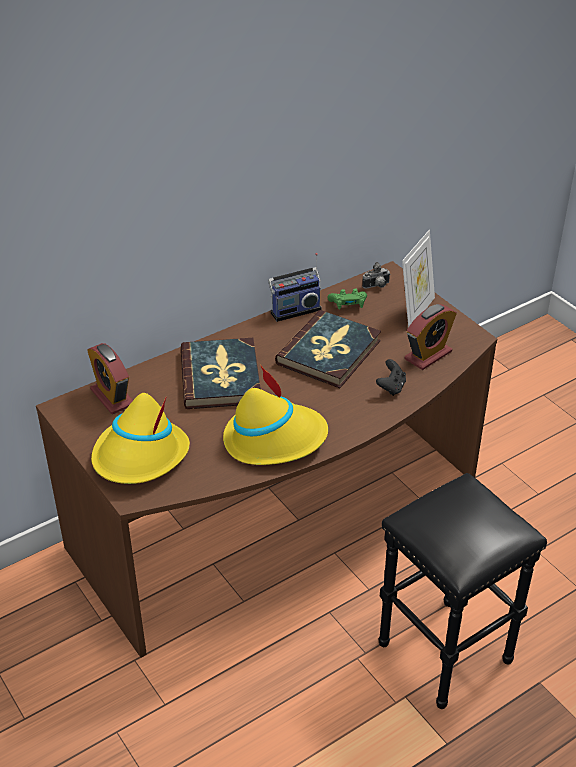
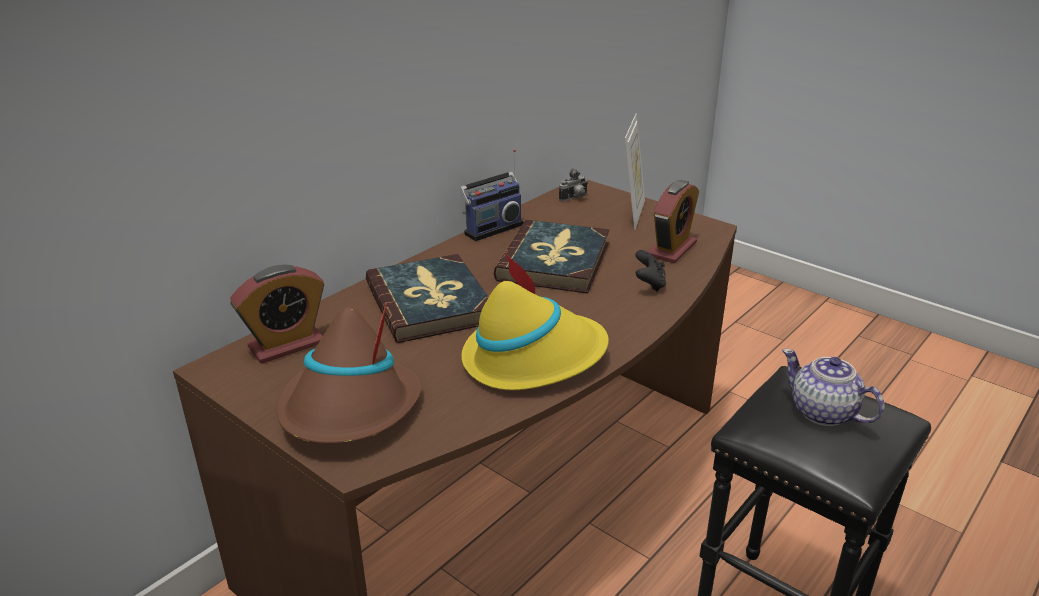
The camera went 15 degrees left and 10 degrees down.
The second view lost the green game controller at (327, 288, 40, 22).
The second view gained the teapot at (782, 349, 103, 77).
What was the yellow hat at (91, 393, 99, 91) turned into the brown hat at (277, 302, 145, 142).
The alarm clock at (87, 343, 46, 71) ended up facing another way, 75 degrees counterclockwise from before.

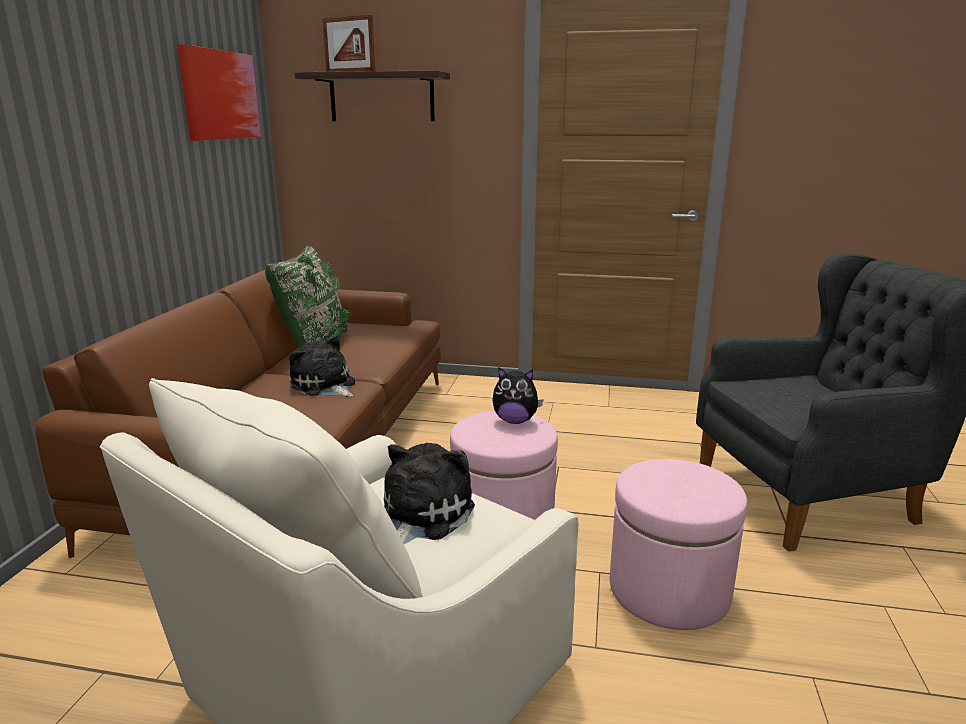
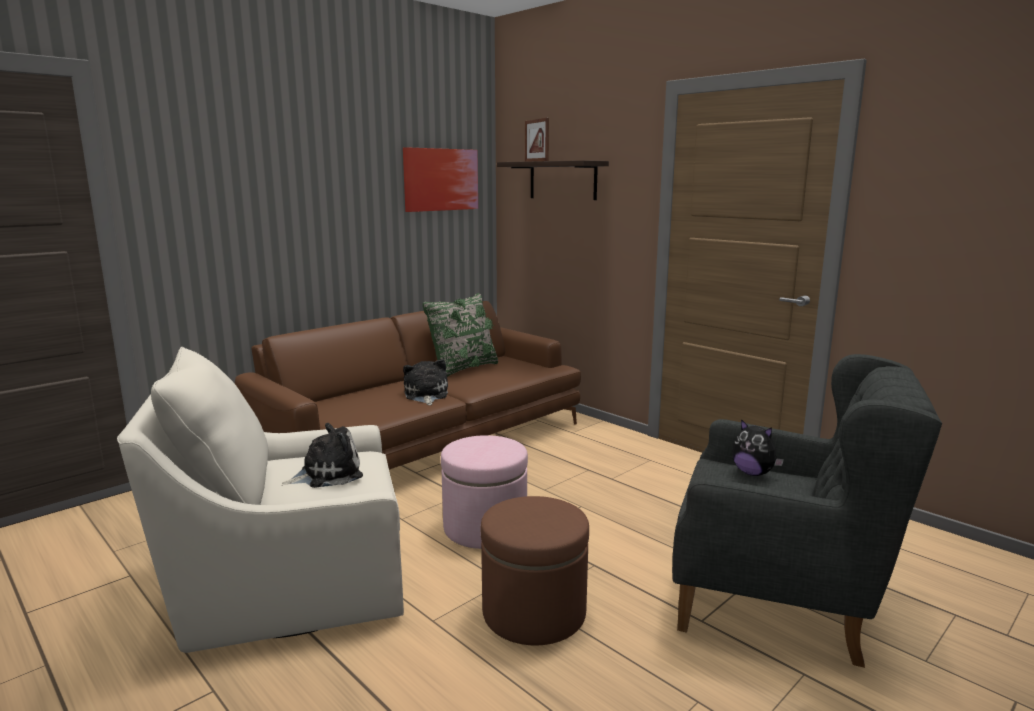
The camera went 35 degrees right and 5 degrees down.
The plush toy ended up elsewhere, having gone from (492, 367, 52, 57) to (732, 419, 52, 57).
What was the pink ottoman at (610, 459, 137, 171) turned into the brown ottoman at (481, 496, 108, 149).

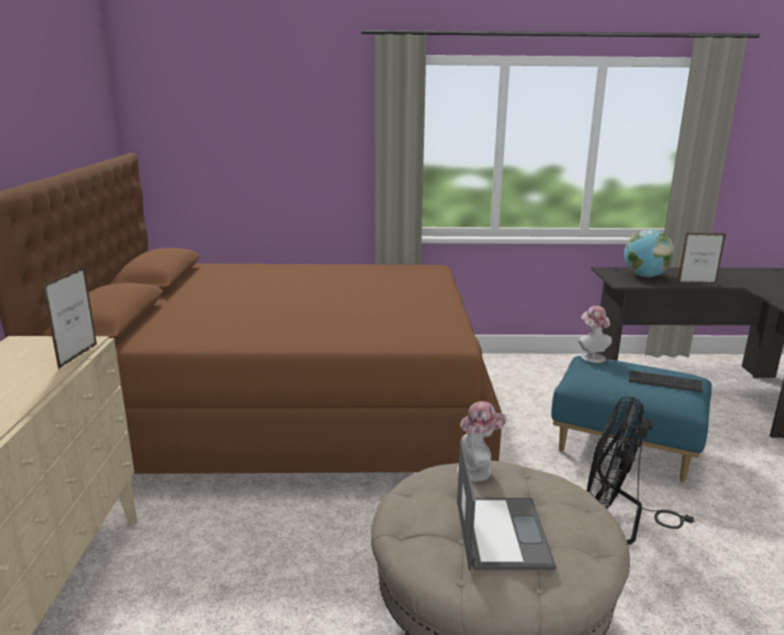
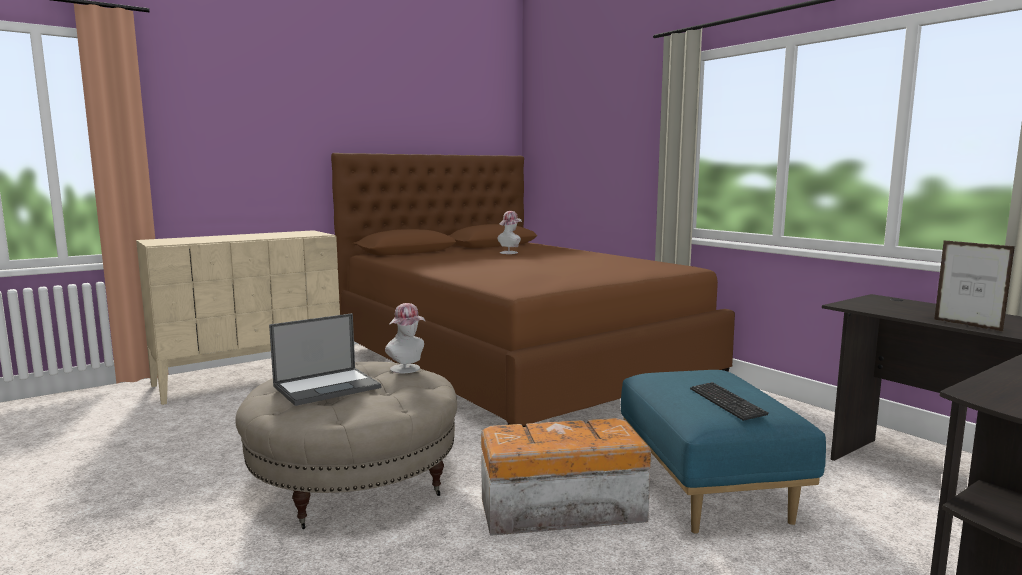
The camera went 55 degrees right and 10 degrees down.
The second view lost the picture frame at (42, 266, 55, 103).
The second view lost the globe at (624, 230, 50, 47).
The hat ended up elsewhere, having gone from (578, 306, 34, 57) to (497, 211, 25, 43).
Where the black fan stood at (587, 396, 109, 149), the storage box came to stand at (481, 418, 170, 118).

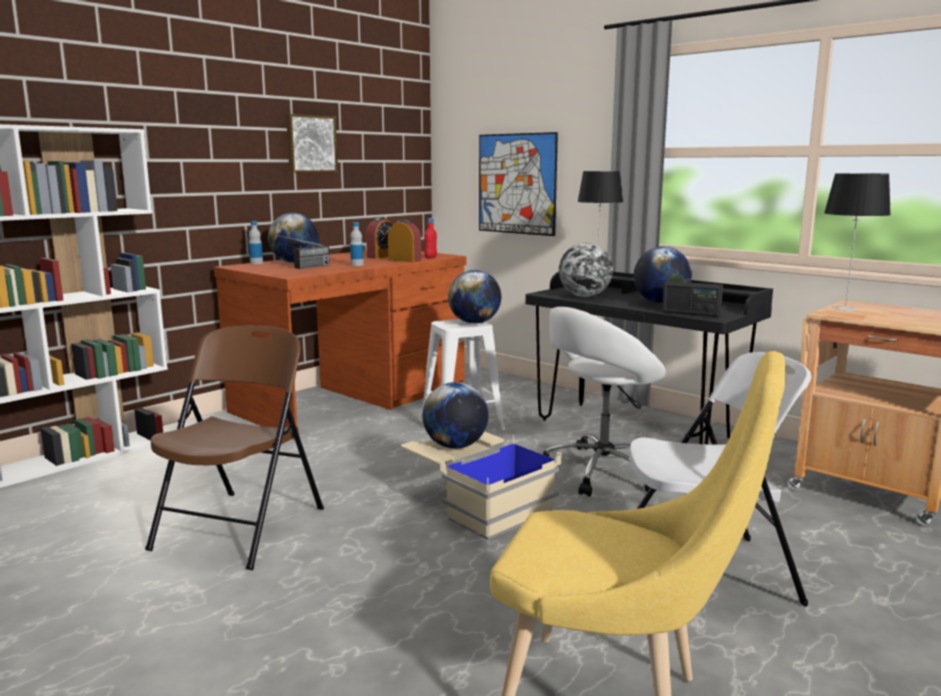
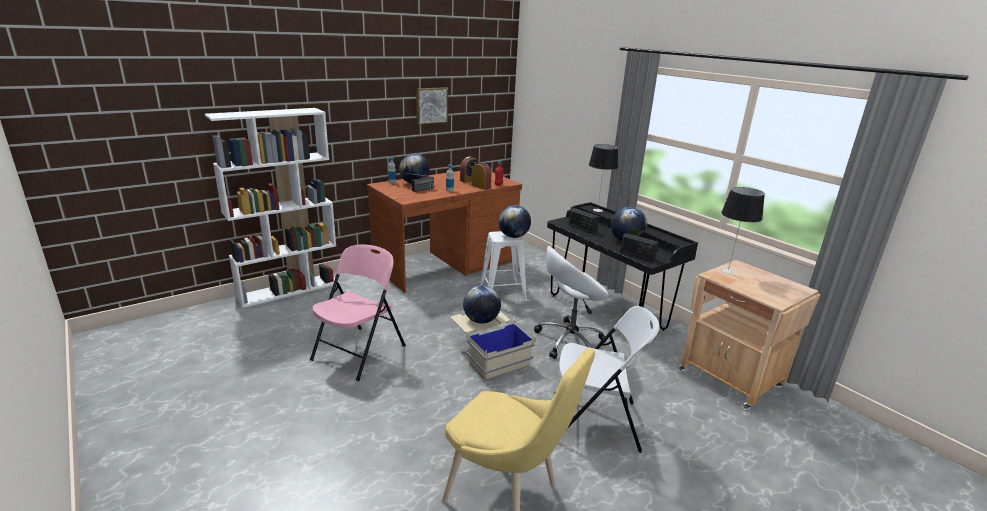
The camera went 10 degrees right and 10 degrees up.
The second view lost the picture at (479, 132, 79, 104).
Where the globe stood at (559, 243, 54, 54), the radio came to stand at (569, 208, 30, 26).
What was the brown chair at (145, 326, 179, 244) turned into the pink chair at (310, 244, 96, 137).

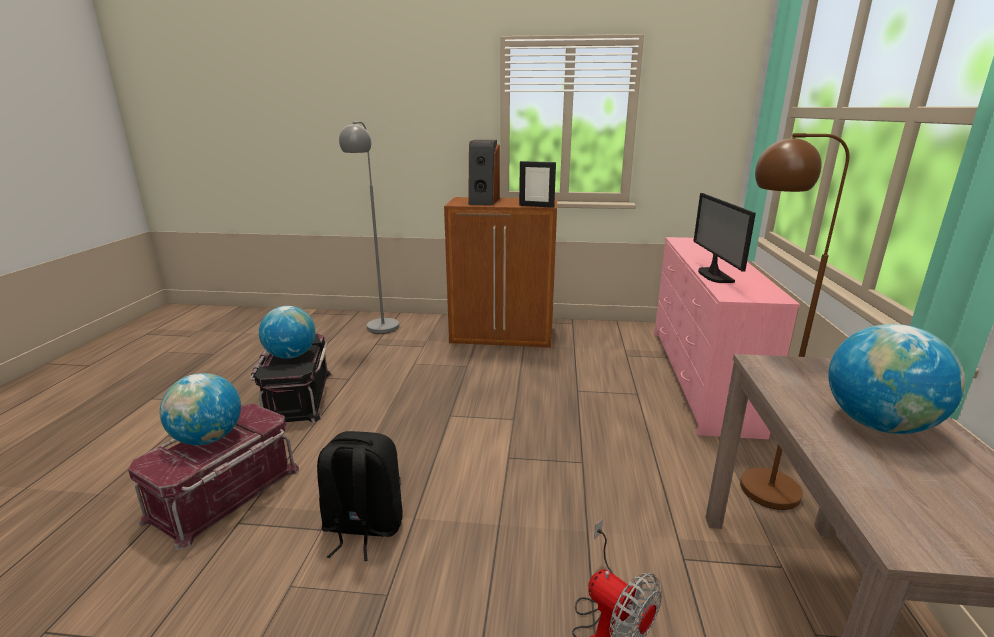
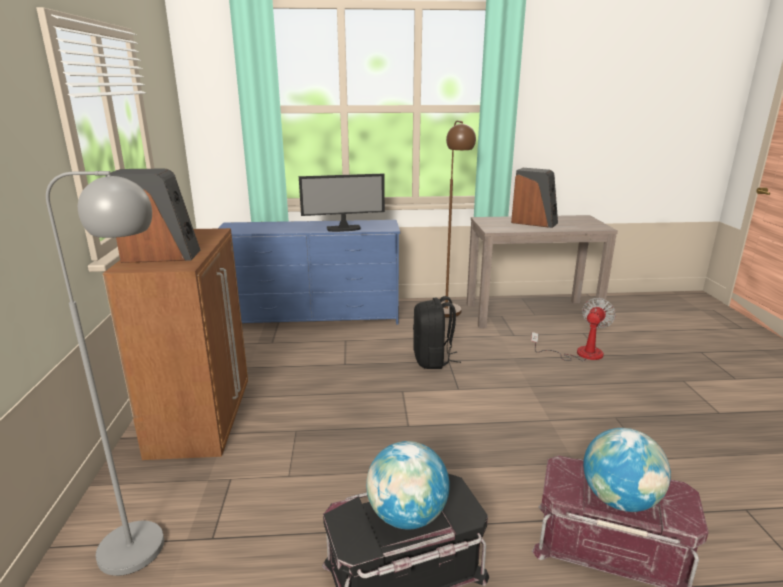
The camera went 100 degrees left and 0 degrees up.
The second view lost the picture frame at (519, 161, 37, 47).
The black backpack ended up elsewhere, having gone from (317, 431, 86, 130) to (413, 296, 48, 73).
Where the globe stood at (829, 324, 136, 110), the speaker came to stand at (511, 168, 47, 60).
What was the pink dresser at (654, 237, 146, 202) turned into the blue dresser at (218, 220, 182, 104).

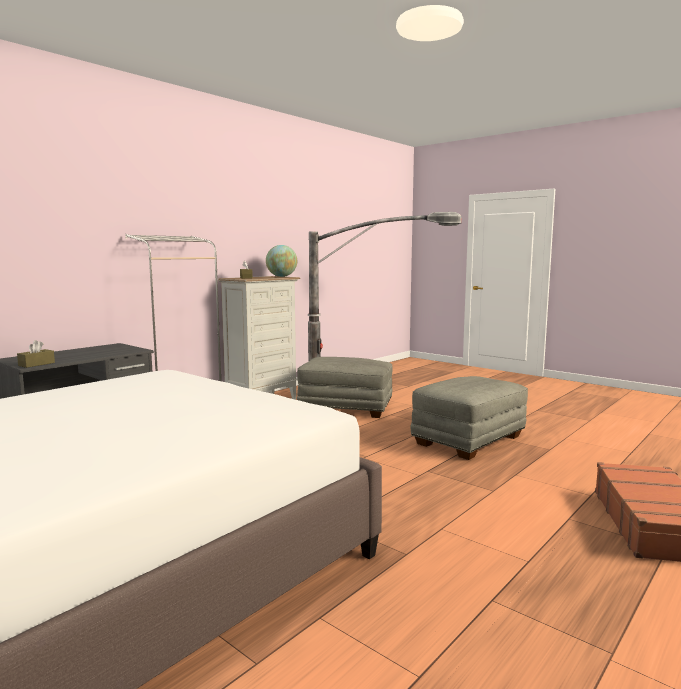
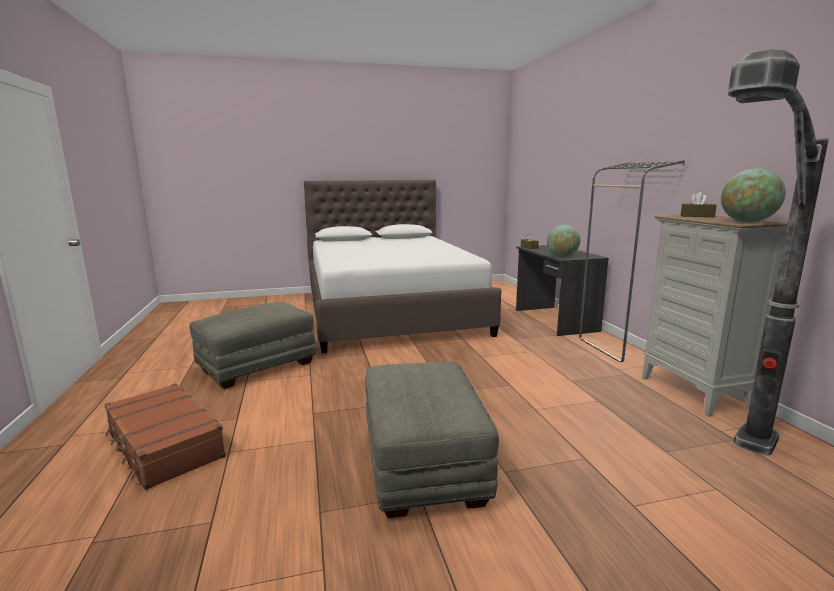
The camera went 125 degrees right and 5 degrees up.
The second view gained the globe at (547, 225, 33, 32).
The grey ottoman ended up elsewhere, having gone from (297, 357, 96, 61) to (189, 302, 127, 87).

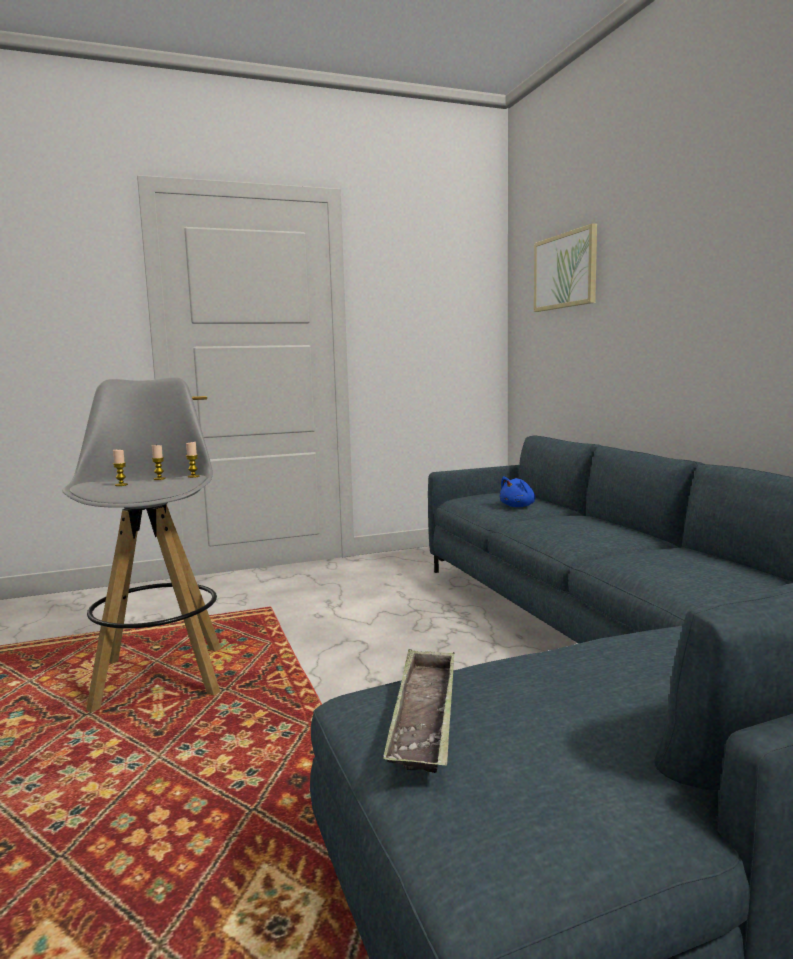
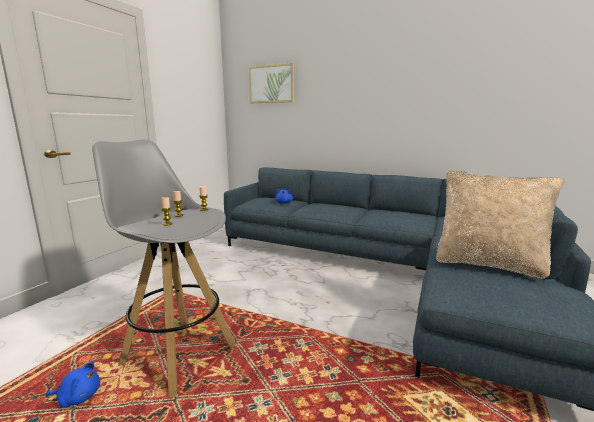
The camera went 45 degrees left and 5 degrees up.
The second view lost the tray at (383, 649, 71, 124).
The second view gained the blue plush toy at (46, 362, 54, 46).
The second view gained the beige pillow at (436, 170, 129, 109).

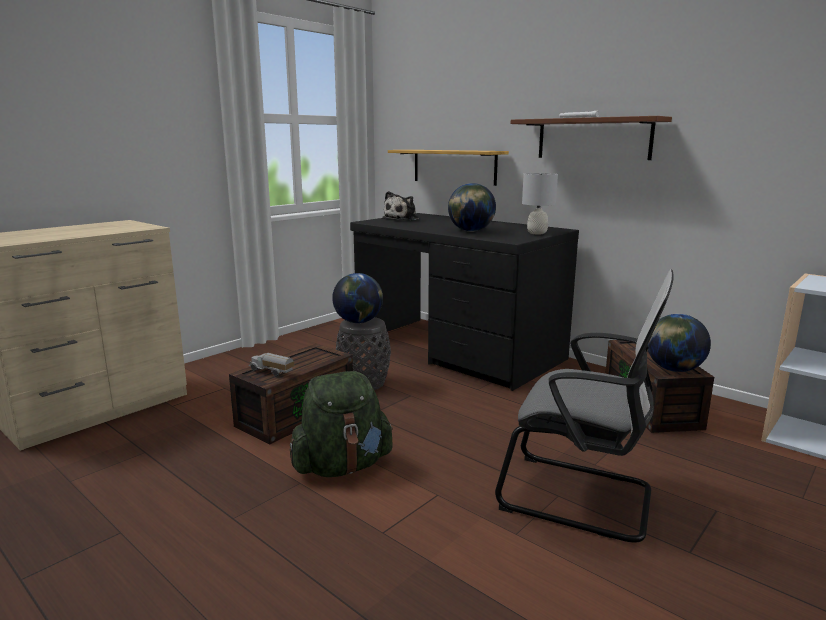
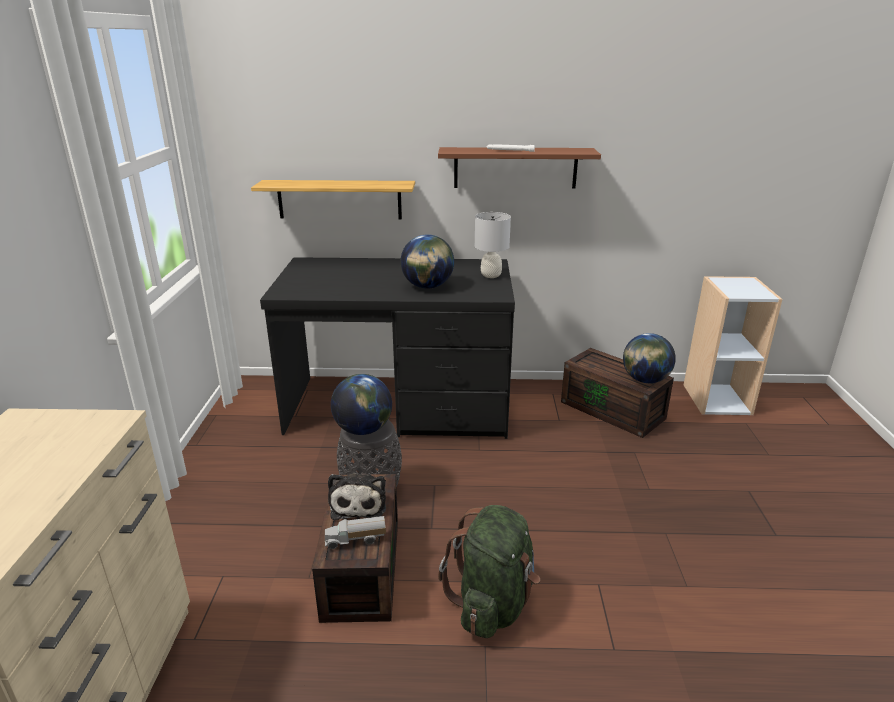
The camera went 40 degrees left and 10 degrees up.
The second view lost the chair at (495, 269, 179, 274).
The plush toy ended up elsewhere, having gone from (382, 191, 37, 30) to (328, 473, 58, 47).

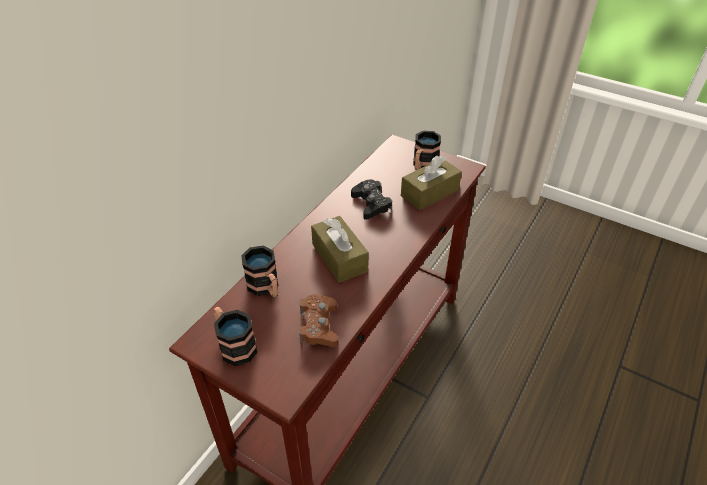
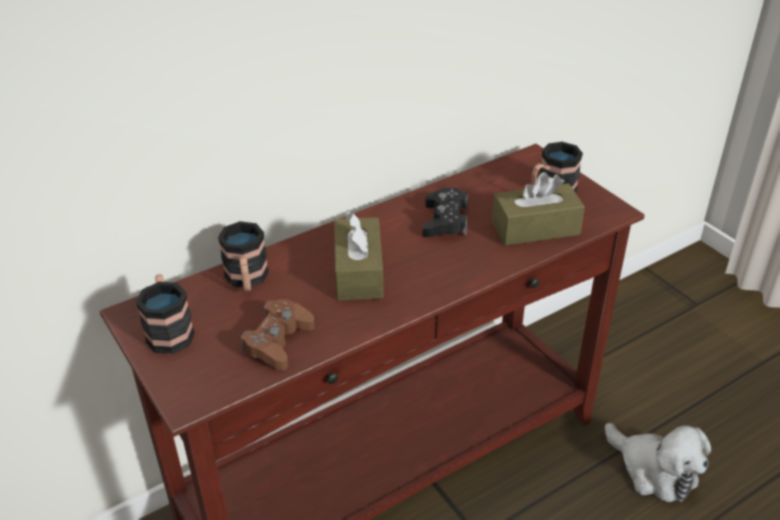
The camera went 25 degrees right and 5 degrees down.
The second view gained the plush toy at (605, 423, 106, 79).

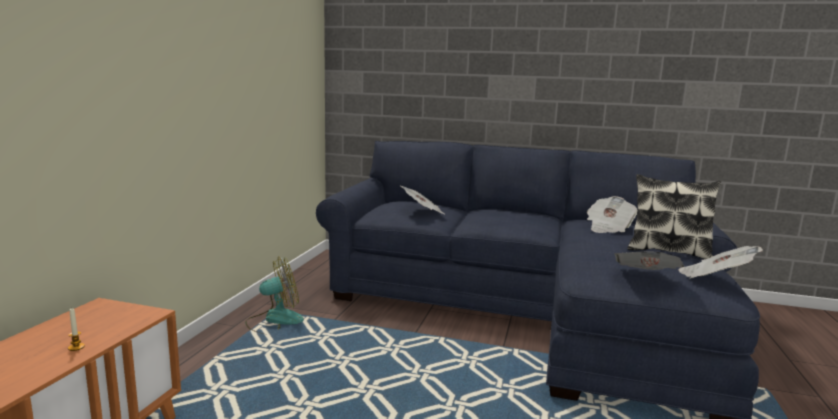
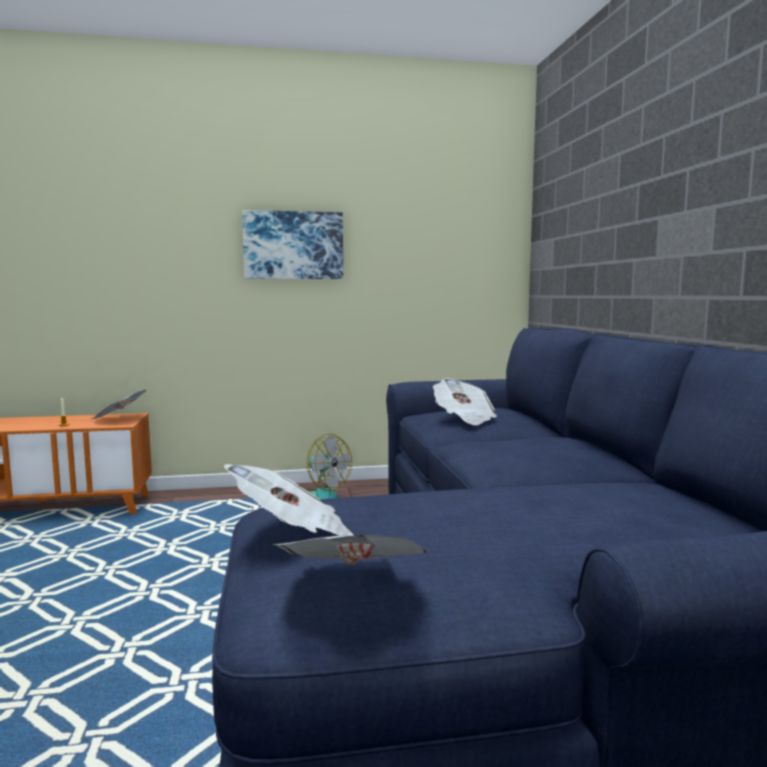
The camera went 65 degrees right and 5 degrees down.
The second view lost the pillow at (627, 174, 94, 85).
The second view gained the picture at (242, 210, 101, 69).
The newspaper ended up elsewhere, having gone from (587, 196, 50, 37) to (92, 389, 55, 30).

